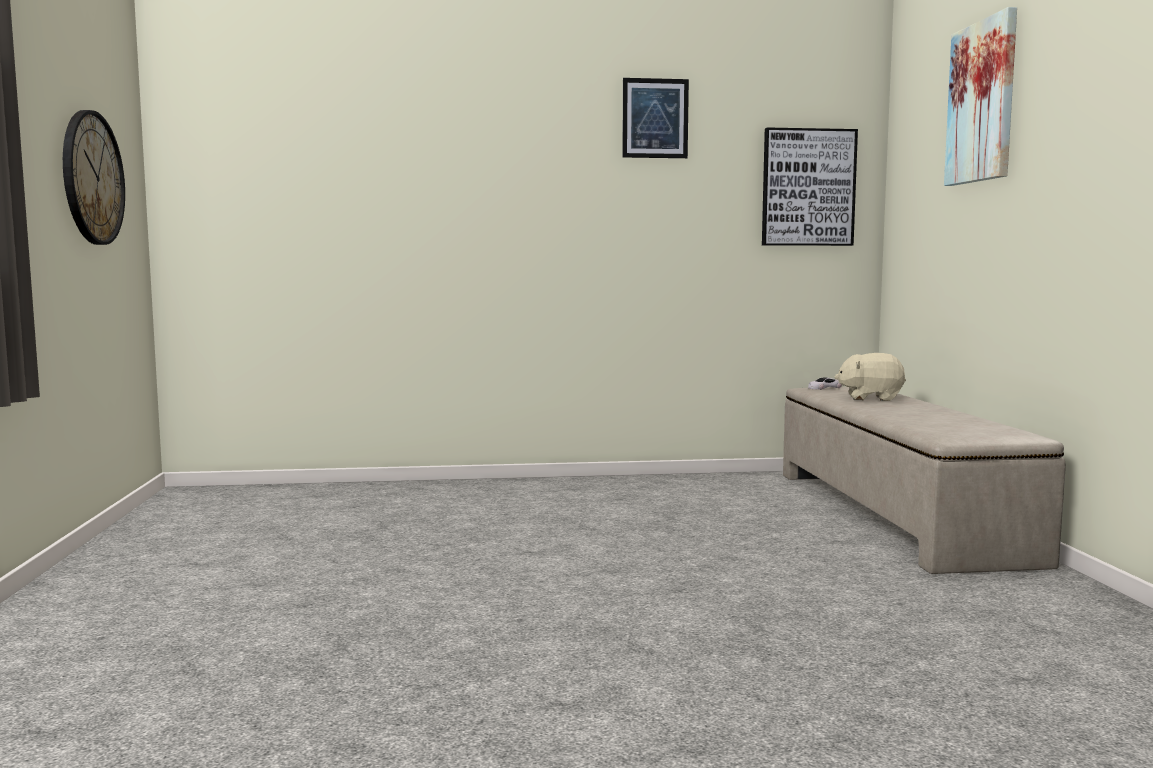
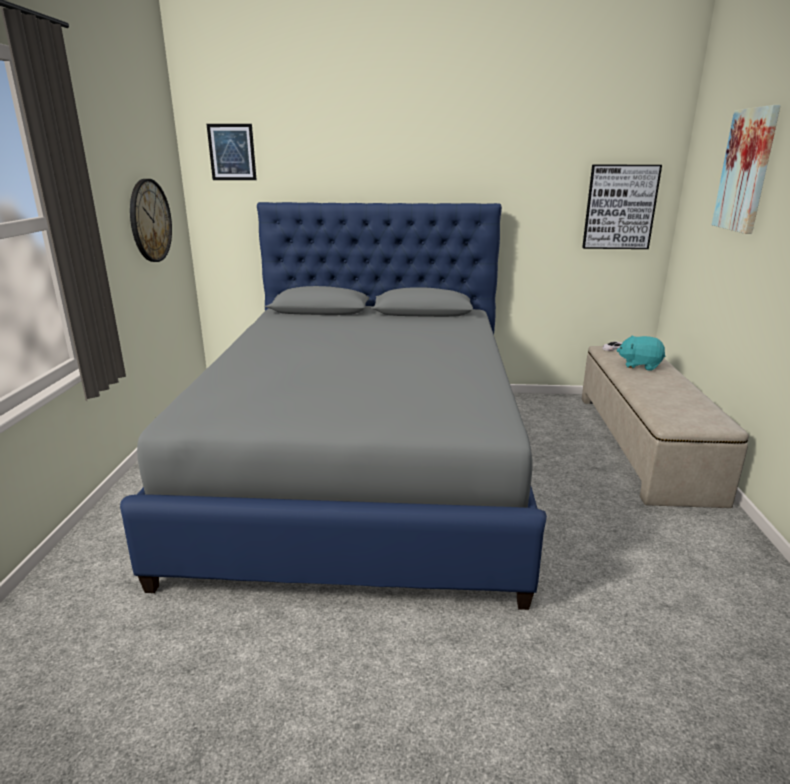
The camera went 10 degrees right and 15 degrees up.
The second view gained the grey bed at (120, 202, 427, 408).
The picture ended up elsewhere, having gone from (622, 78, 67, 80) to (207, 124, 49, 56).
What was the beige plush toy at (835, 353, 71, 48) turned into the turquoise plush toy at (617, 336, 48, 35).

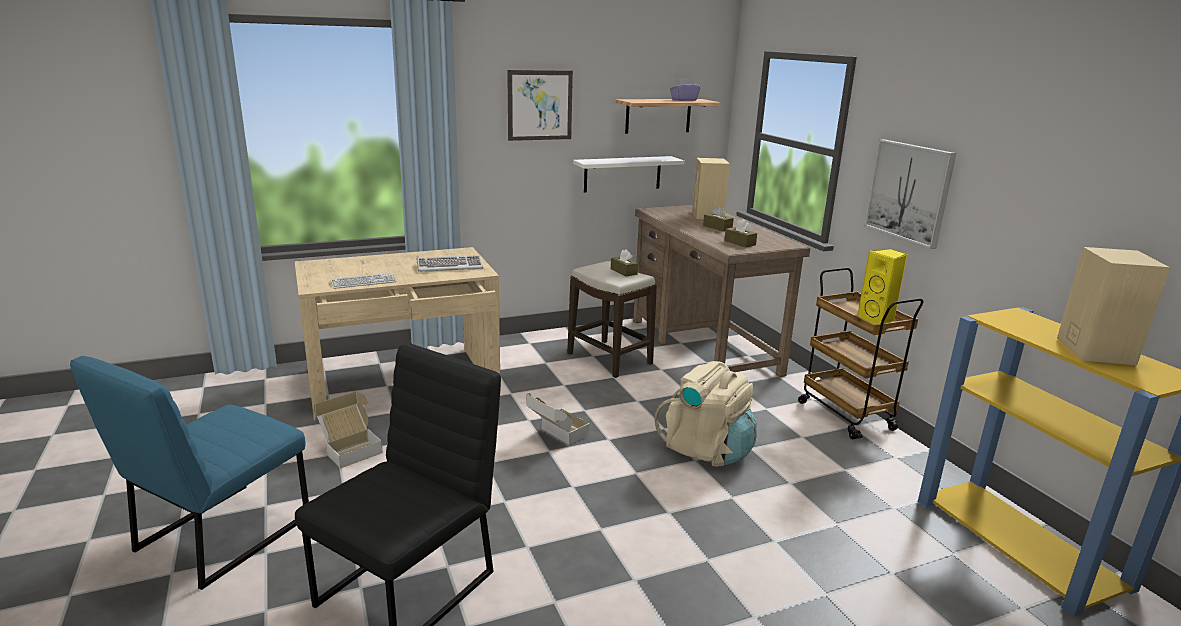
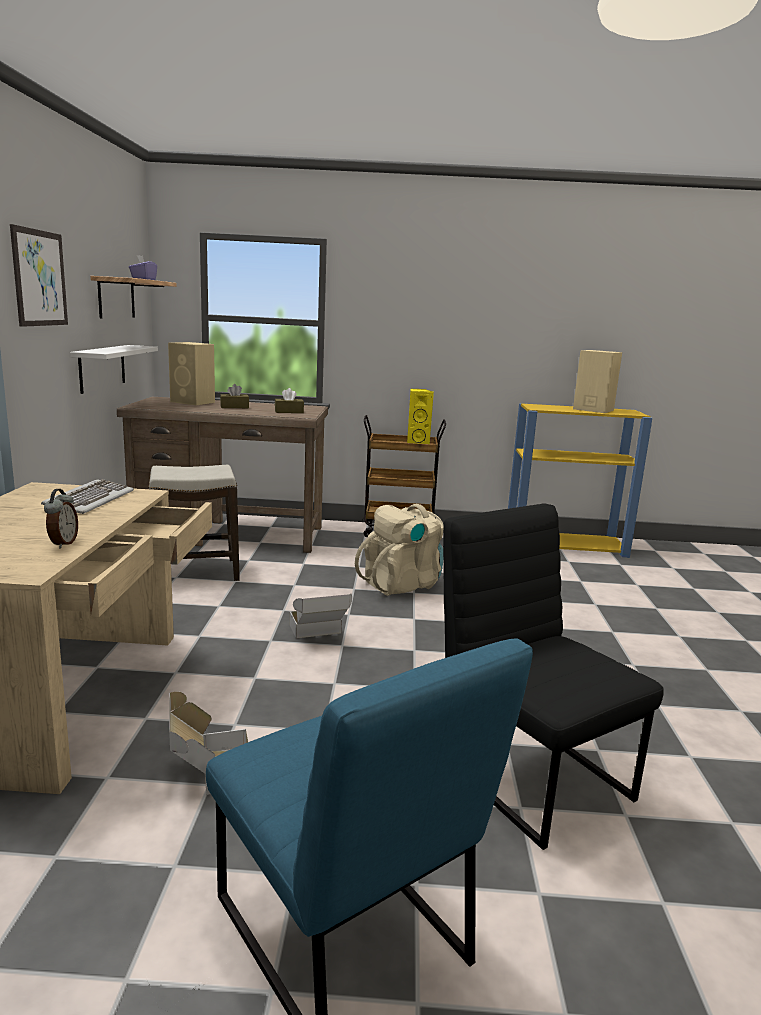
The camera went 65 degrees left and 5 degrees down.
The second view lost the brown tissue box at (611, 249, 27, 28).
The second view lost the picture at (864, 139, 92, 110).
Where the keyboard stood at (331, 273, 65, 16), the alarm clock came to stand at (44, 489, 34, 60).

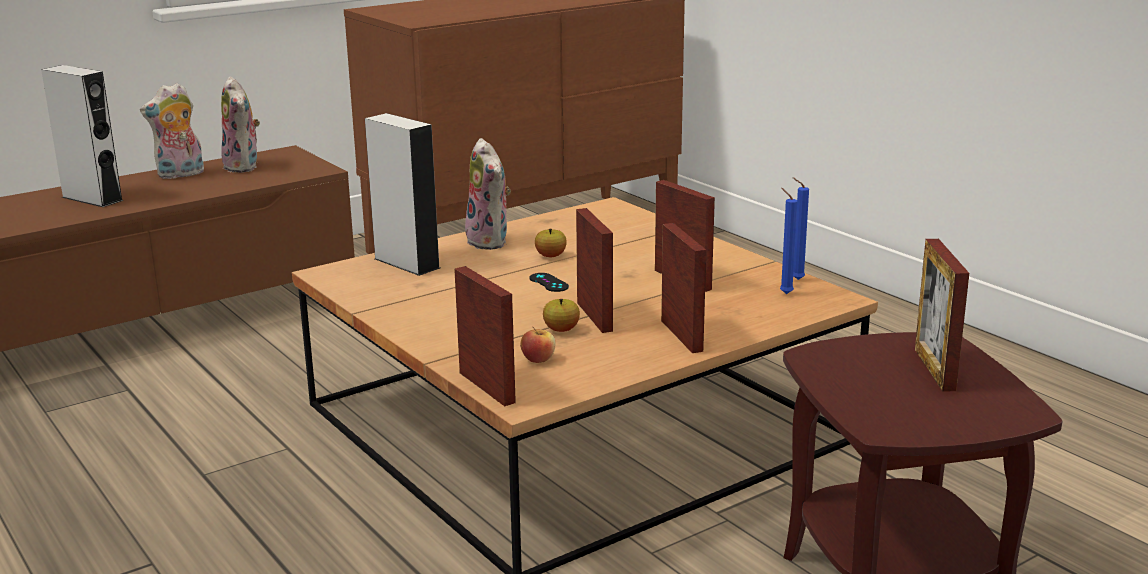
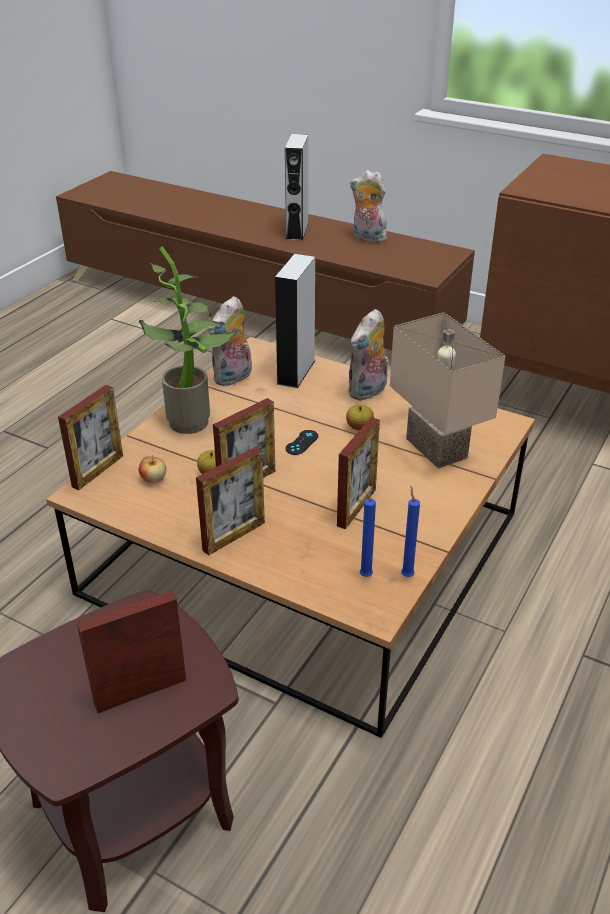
The camera went 65 degrees right and 15 degrees up.
The second view gained the potted plant at (139, 247, 102, 187).
The second view gained the beige table lamp at (390, 312, 115, 157).
The plush toy ended up elsewhere, having gone from (221, 76, 39, 97) to (208, 296, 44, 90).

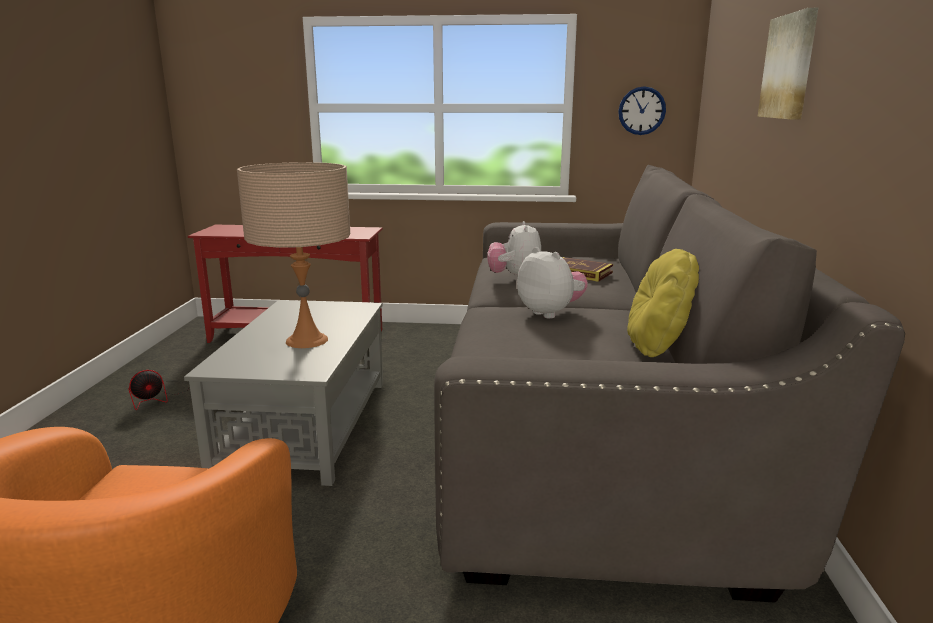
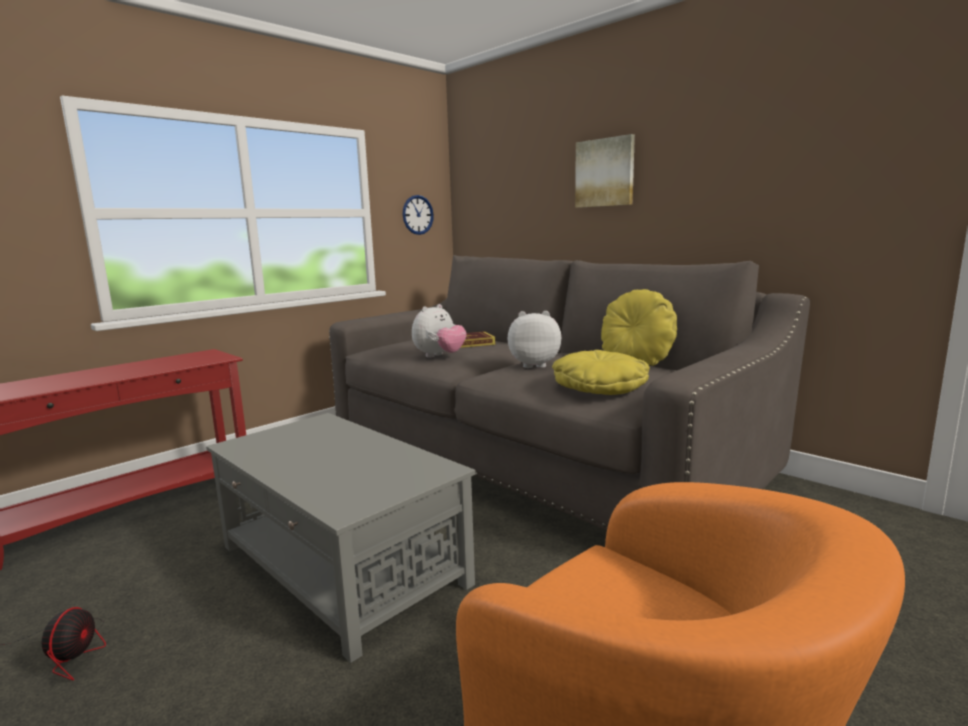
The camera went 50 degrees left and 5 degrees down.
The second view lost the beige table lamp at (237, 162, 113, 186).
The second view gained the yellow pillow at (552, 350, 98, 45).
The plush toy at (487, 221, 54, 55) ended up facing another way, 90 degrees counterclockwise from before.

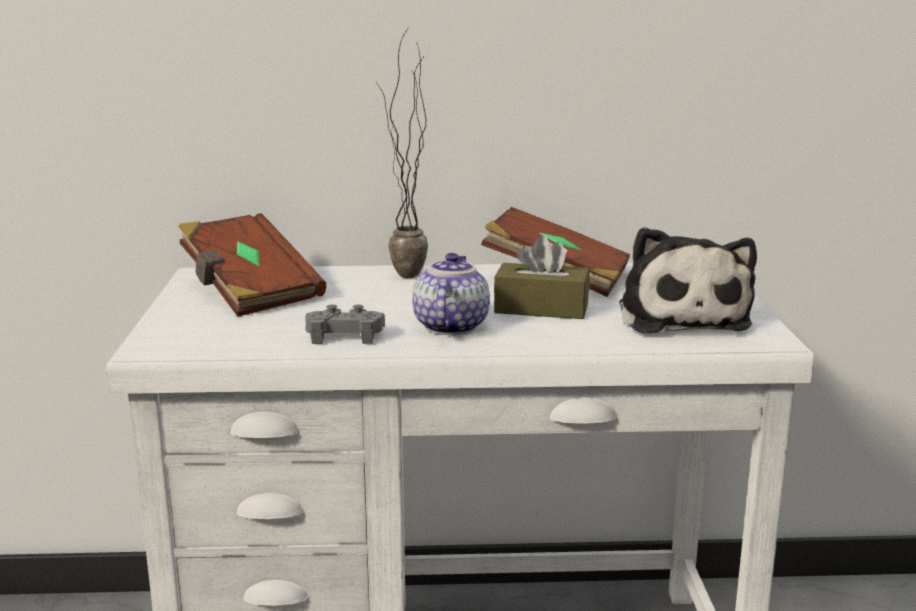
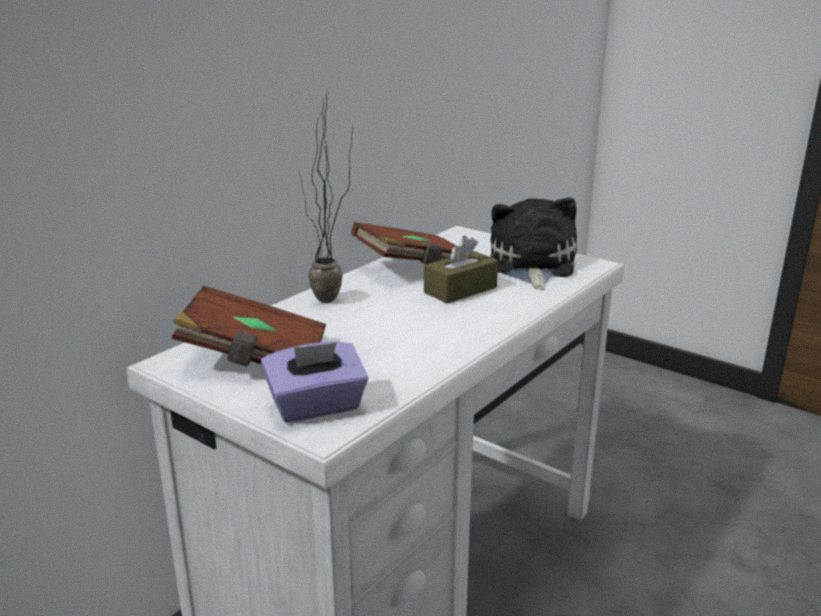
The camera went 50 degrees left and 5 degrees up.
The second view lost the grey game controller at (305, 305, 80, 39).
The second view lost the teapot at (412, 253, 78, 82).
The second view gained the purple tissue box at (261, 342, 107, 81).
The plush toy at (619, 227, 138, 107) ended up facing another way, 120 degrees counterclockwise from before.

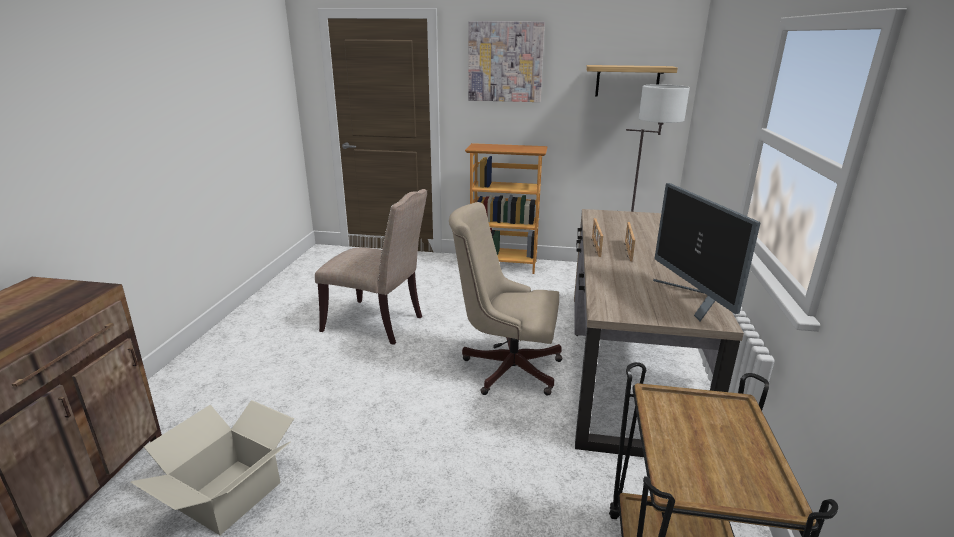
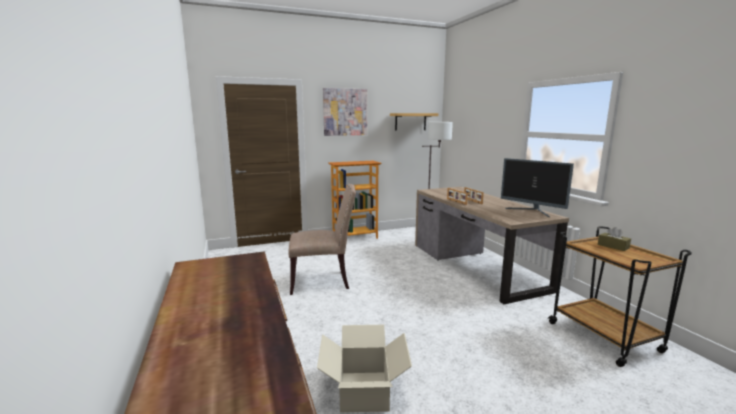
The camera went 30 degrees left and 10 degrees down.
The second view lost the beige office chair at (449, 202, 114, 194).
The second view gained the brown tissue box at (598, 227, 33, 24).

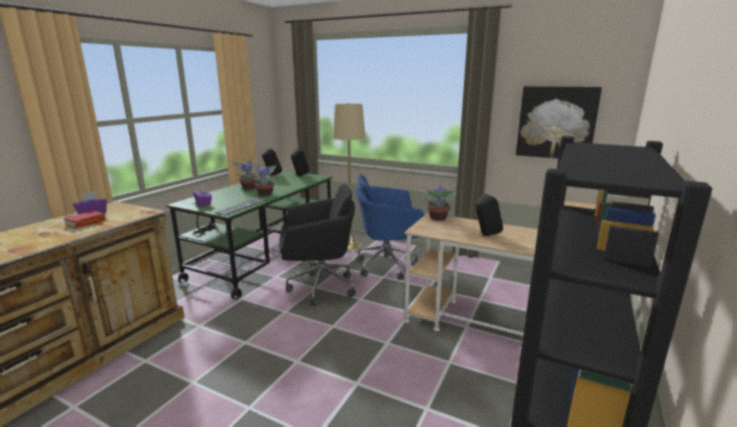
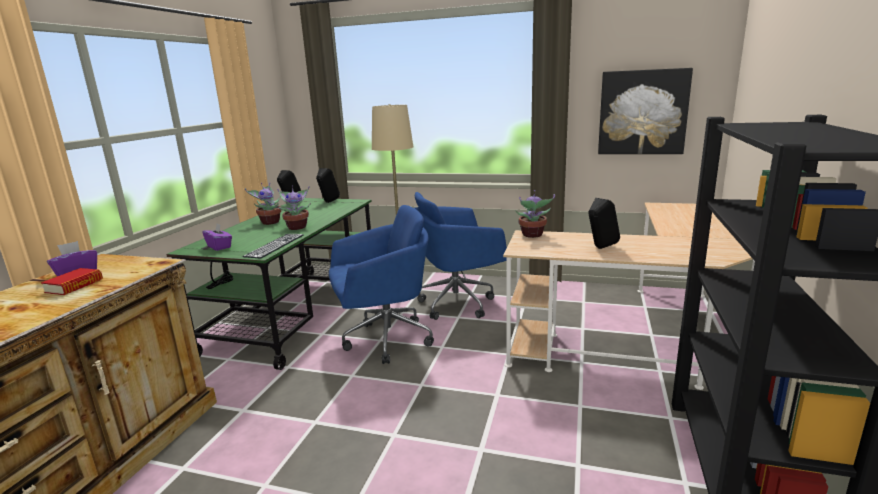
The camera went 10 degrees left and 0 degrees up.
What was the black office chair at (279, 184, 77, 122) turned into the blue office chair at (329, 205, 105, 159).

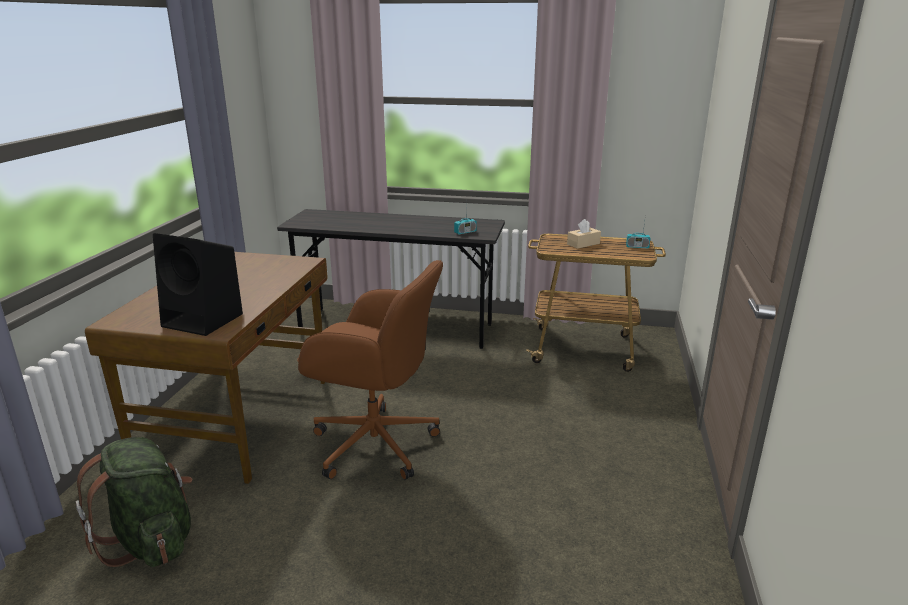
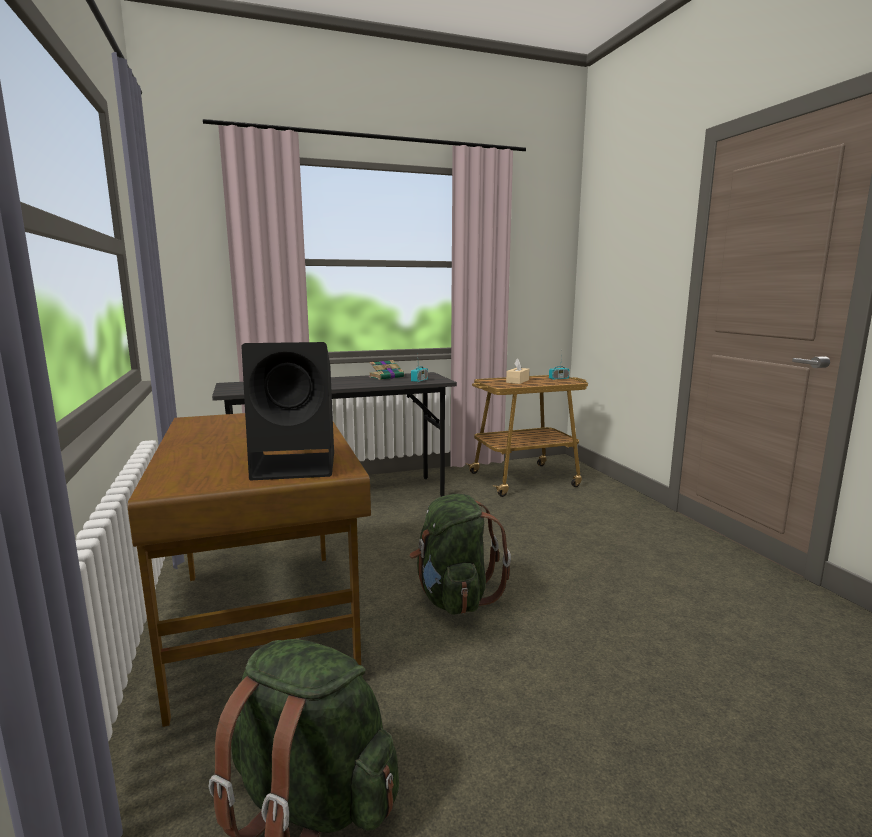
The camera went 30 degrees left and 10 degrees down.
The second view gained the book at (369, 360, 35, 20).
Where the brown office chair stood at (297, 260, 146, 220), the green backpack came to stand at (409, 494, 102, 121).

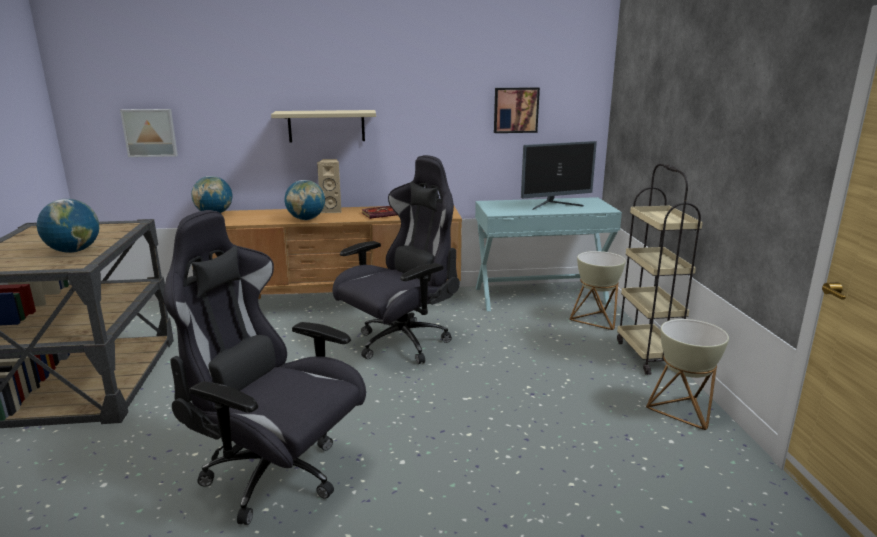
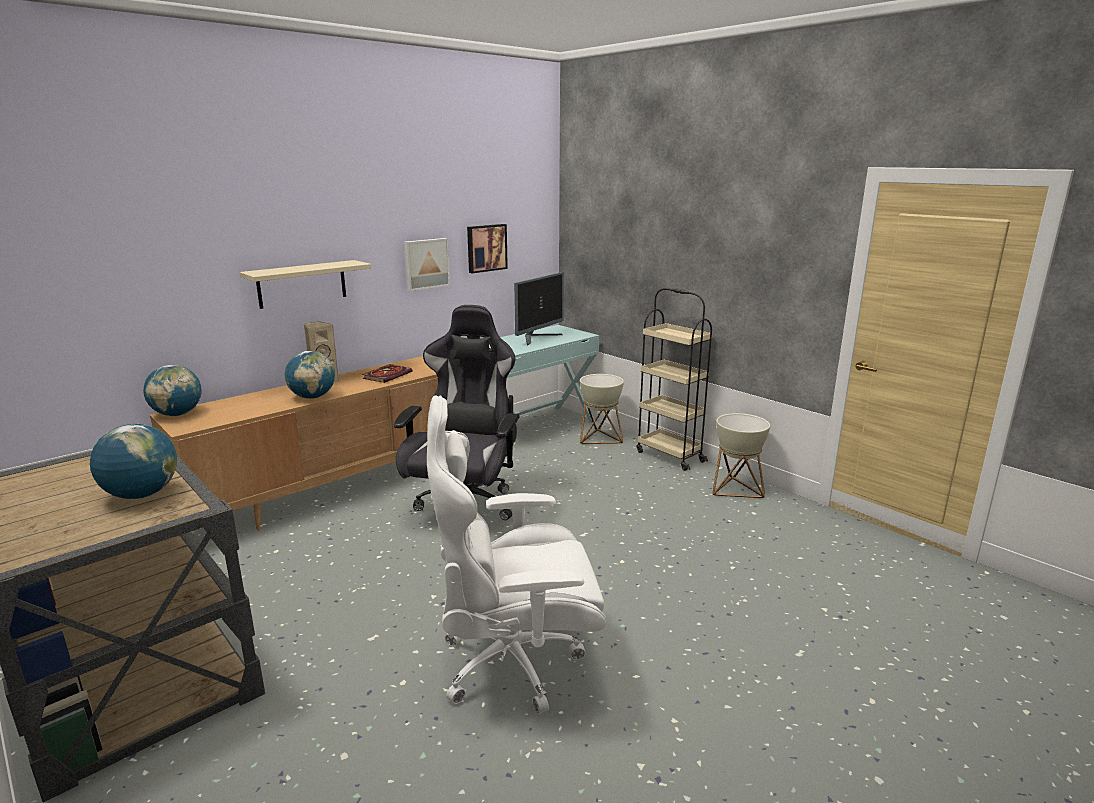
The camera went 35 degrees left and 0 degrees up.
The picture ended up elsewhere, having gone from (120, 109, 58, 48) to (404, 238, 46, 53).
What was the black office chair at (163, 210, 203, 315) turned into the white office chair at (427, 395, 180, 319).

